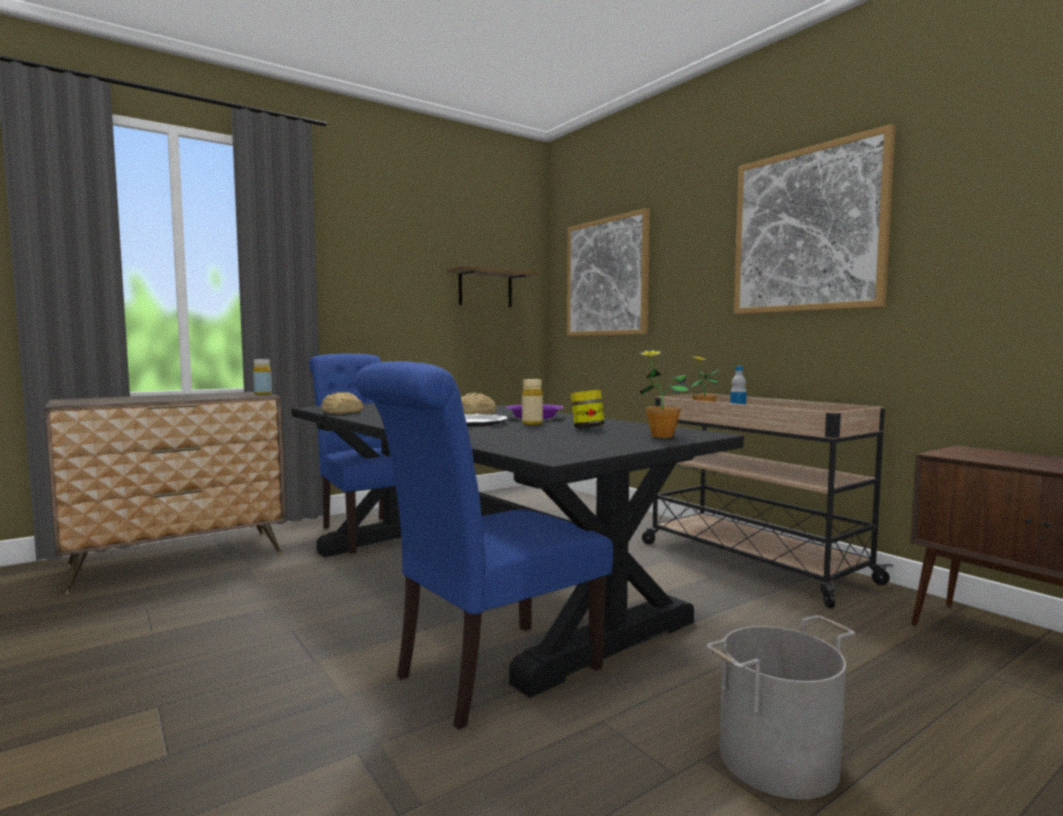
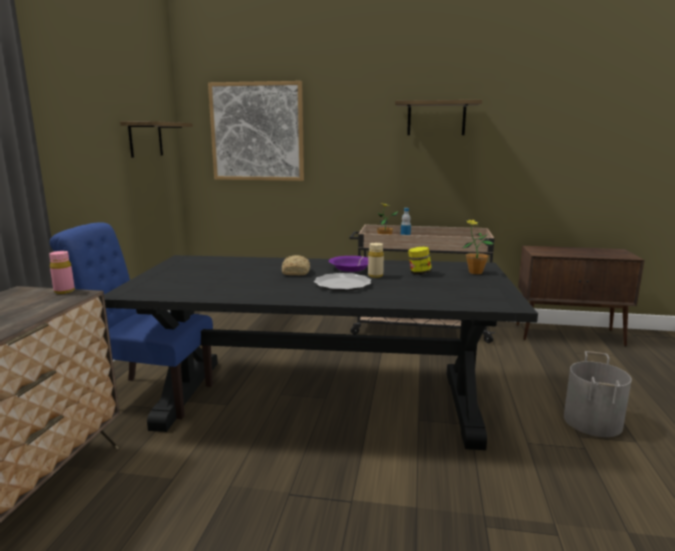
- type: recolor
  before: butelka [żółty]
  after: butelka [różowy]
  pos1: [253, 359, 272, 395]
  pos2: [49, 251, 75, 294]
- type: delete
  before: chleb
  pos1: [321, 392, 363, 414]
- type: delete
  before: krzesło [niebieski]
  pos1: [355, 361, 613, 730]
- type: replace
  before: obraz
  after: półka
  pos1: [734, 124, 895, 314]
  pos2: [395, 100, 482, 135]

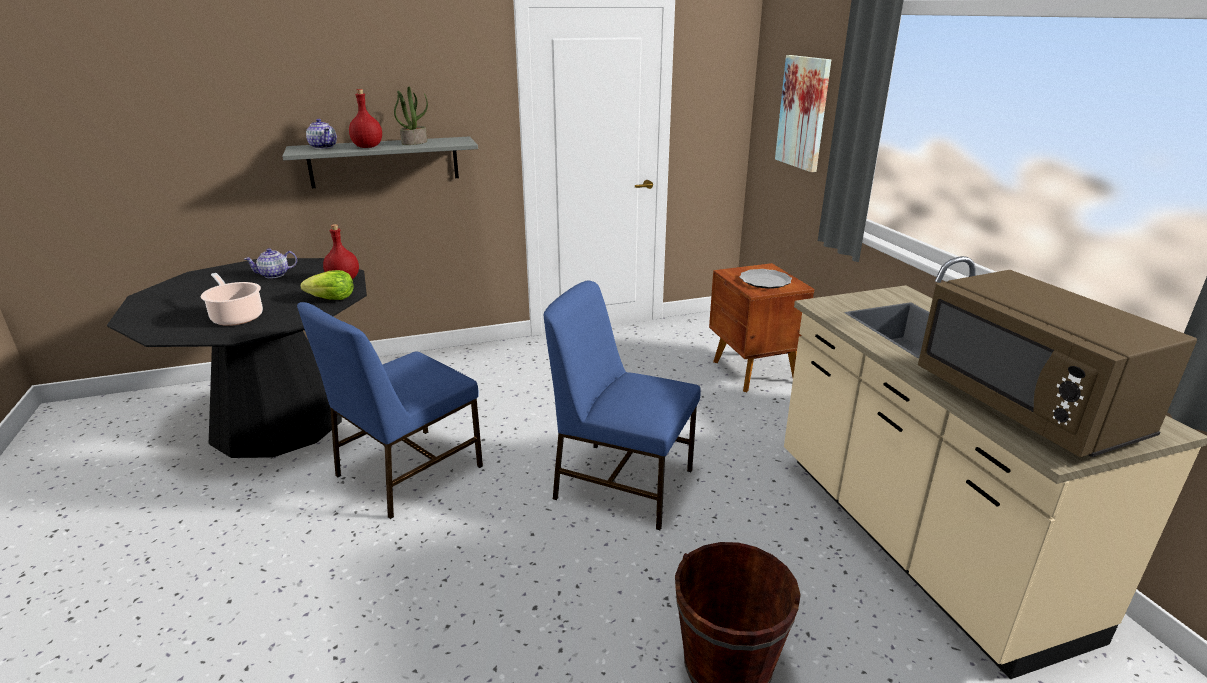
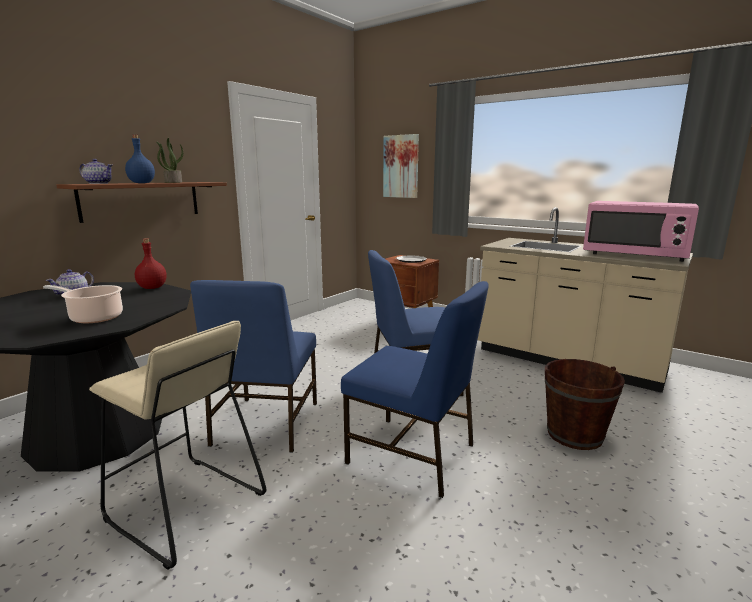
- type: recolor
  before: półka [szary]
  after: półka [brązowy]
  pos1: [282, 136, 478, 188]
  pos2: [56, 182, 227, 223]
- type: delete
  before: sałata
  pos1: [300, 270, 354, 300]
- type: recolor
  before: butelka [czerwony]
  after: butelka [niebieski]
  pos1: [349, 89, 382, 148]
  pos2: [125, 135, 155, 183]
- type: recolor
  before: mikrofalówka [brązowy]
  after: mikrofalówka [różowy]
  pos1: [918, 270, 1197, 457]
  pos2: [583, 201, 699, 262]
- type: insert
  after: stołek [beżowy]
  pos2: [89, 321, 266, 570]
- type: insert
  after: krzesło [niebieski]
  pos2: [341, 281, 488, 498]

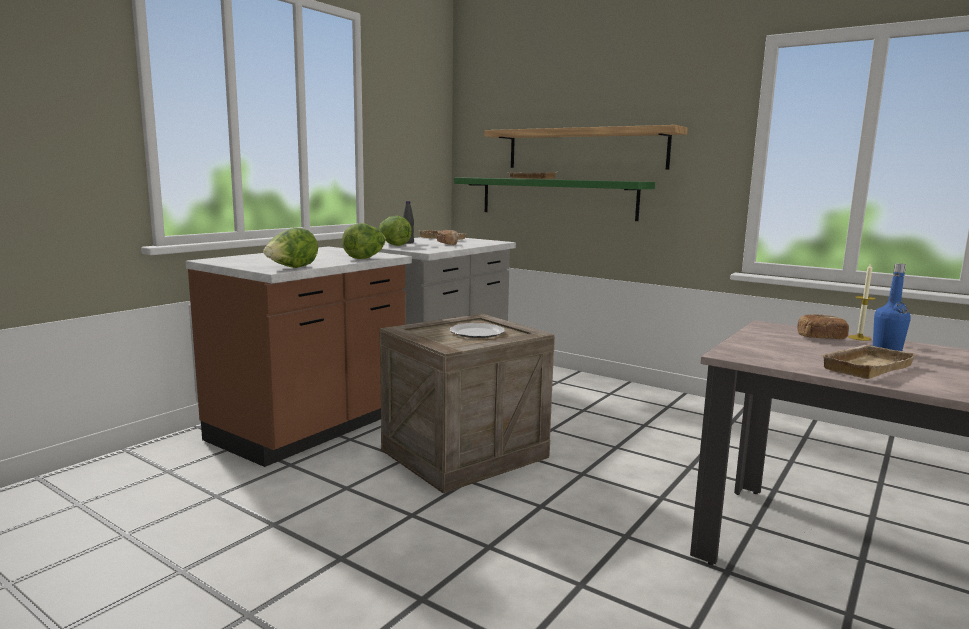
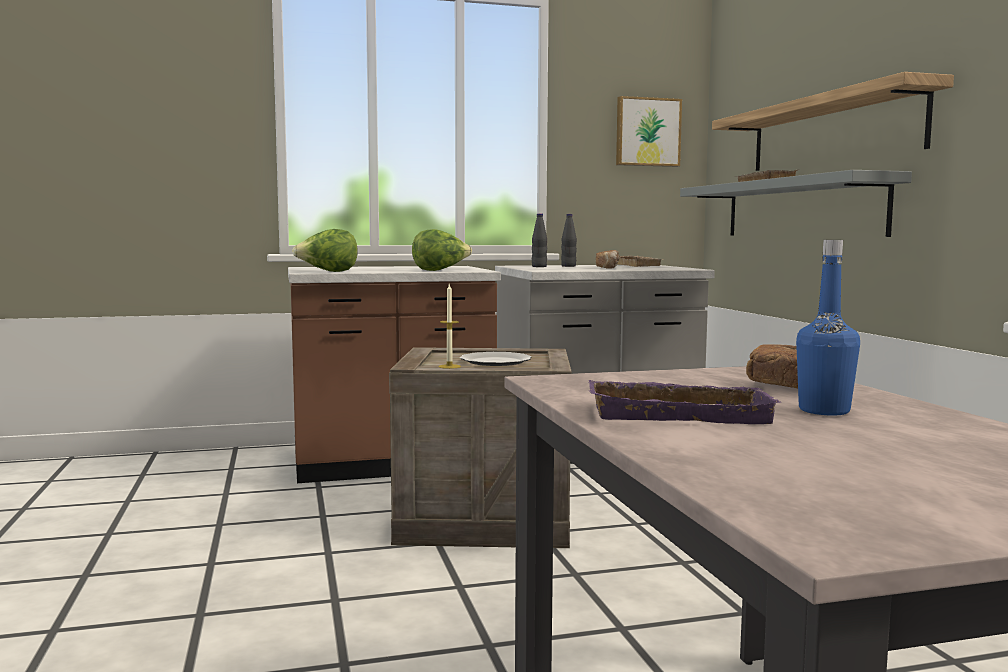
- type: replace
  before: sałata
  after: butelka [czarny]
  pos1: [379, 216, 412, 246]
  pos2: [532, 213, 547, 267]
- type: recolor
  before: półka [zielony]
  after: półka [szary]
  pos1: [454, 177, 655, 221]
  pos2: [680, 170, 912, 237]
- type: recolor
  before: taca [beżowy]
  after: taca [fioletowy]
  pos1: [819, 345, 917, 379]
  pos2: [589, 380, 781, 424]
- type: move
  before: świeca
  pos1: [848, 263, 876, 341]
  pos2: [438, 284, 461, 369]
- type: insert
  after: obraz
  pos2: [616, 96, 682, 167]

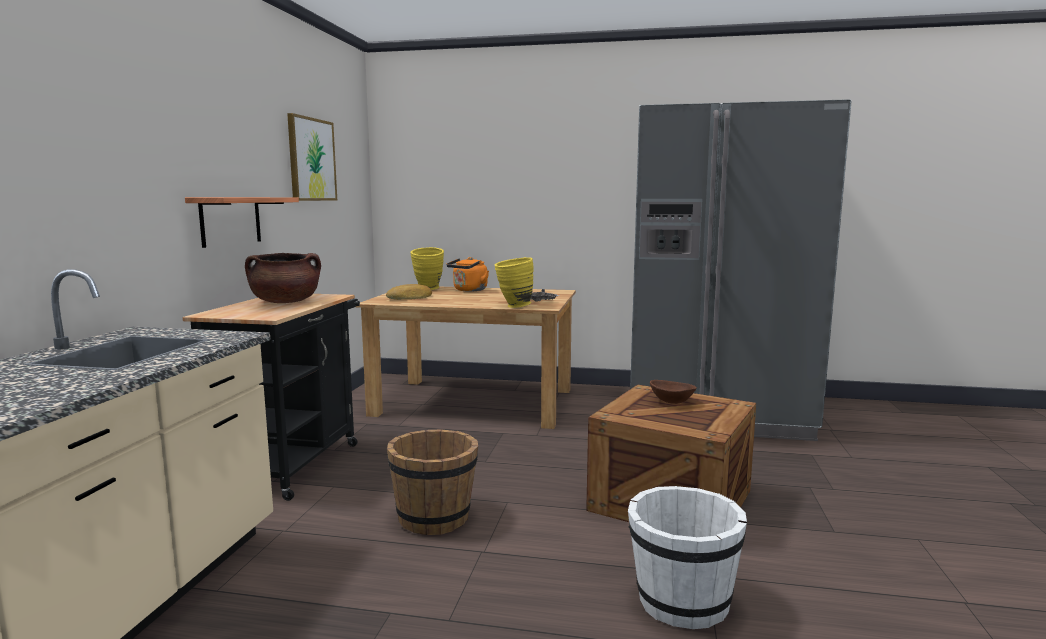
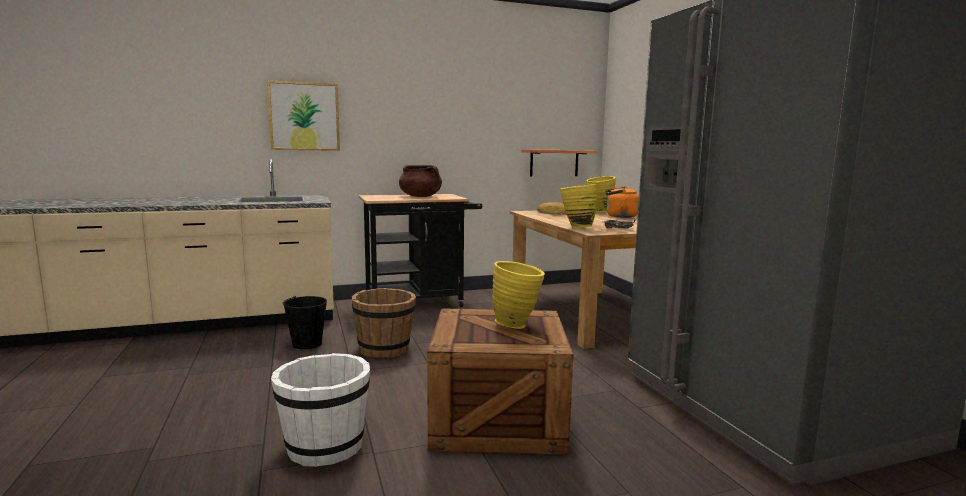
- type: move
  before: półka
  pos1: [185, 197, 299, 248]
  pos2: [522, 149, 598, 177]
- type: move
  before: obraz
  pos1: [287, 113, 337, 201]
  pos2: [267, 80, 340, 151]
- type: replace
  before: miska [brązowy]
  after: wazon [żółty]
  pos1: [650, 380, 697, 404]
  pos2: [492, 261, 545, 329]
- type: insert
  after: wiadro [czarny]
  pos2: [283, 296, 327, 349]

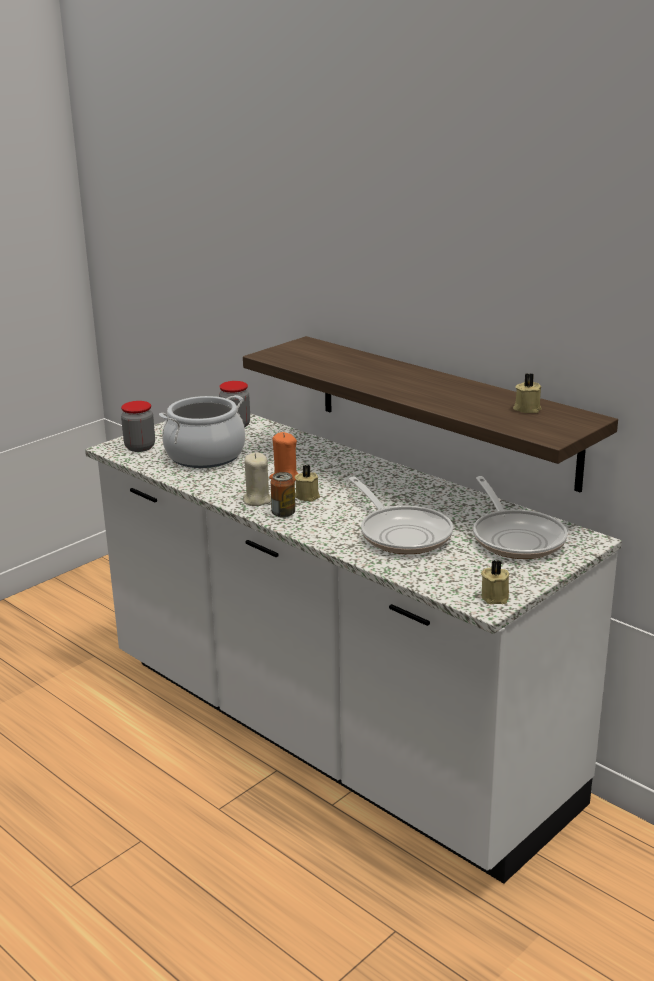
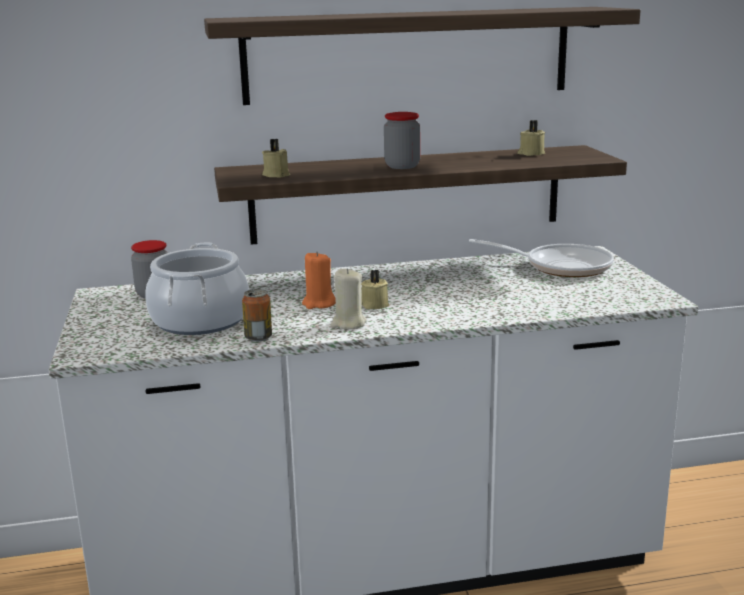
- type: move
  before: słoik
  pos1: [121, 401, 155, 452]
  pos2: [384, 112, 421, 169]
- type: move
  before: puszka
  pos1: [271, 472, 295, 518]
  pos2: [242, 289, 272, 342]
- type: delete
  before: patelnia
  pos1: [349, 477, 453, 554]
- type: move
  before: świeca [beżowy]
  pos1: [481, 560, 509, 604]
  pos2: [262, 139, 290, 178]
- type: insert
  after: półka
  pos2: [204, 7, 641, 105]

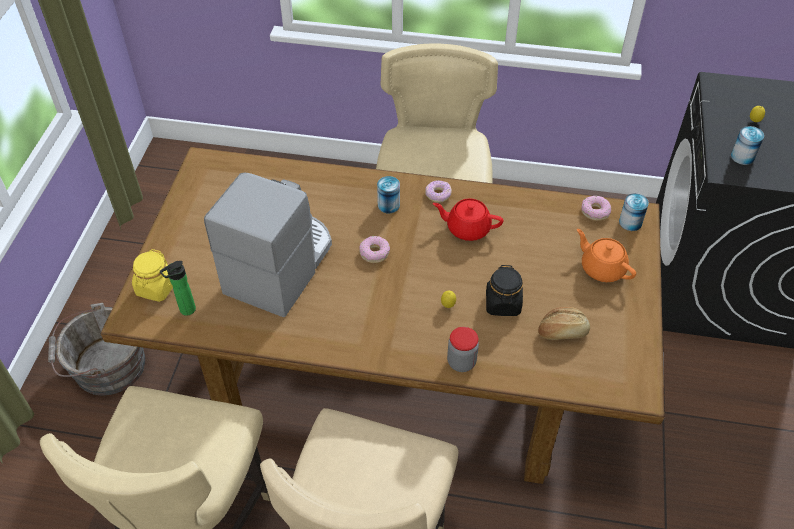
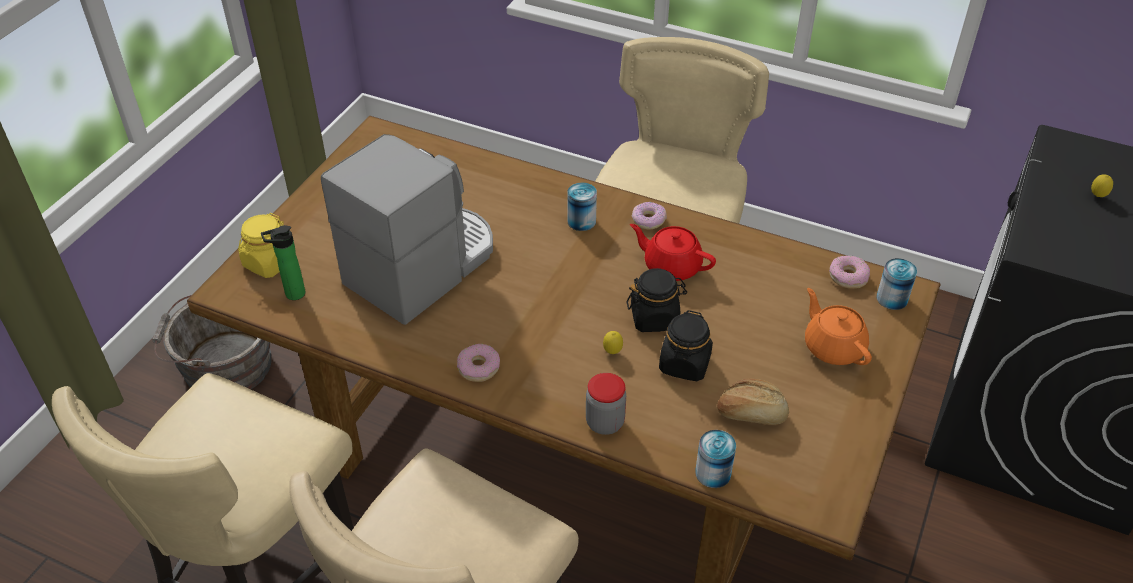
- type: move
  before: donut
  pos1: [359, 236, 390, 263]
  pos2: [457, 344, 500, 382]
- type: move
  before: puszka
  pos1: [731, 126, 764, 165]
  pos2: [695, 430, 736, 488]
- type: insert
  after: słoik [czarny]
  pos2: [627, 268, 687, 332]

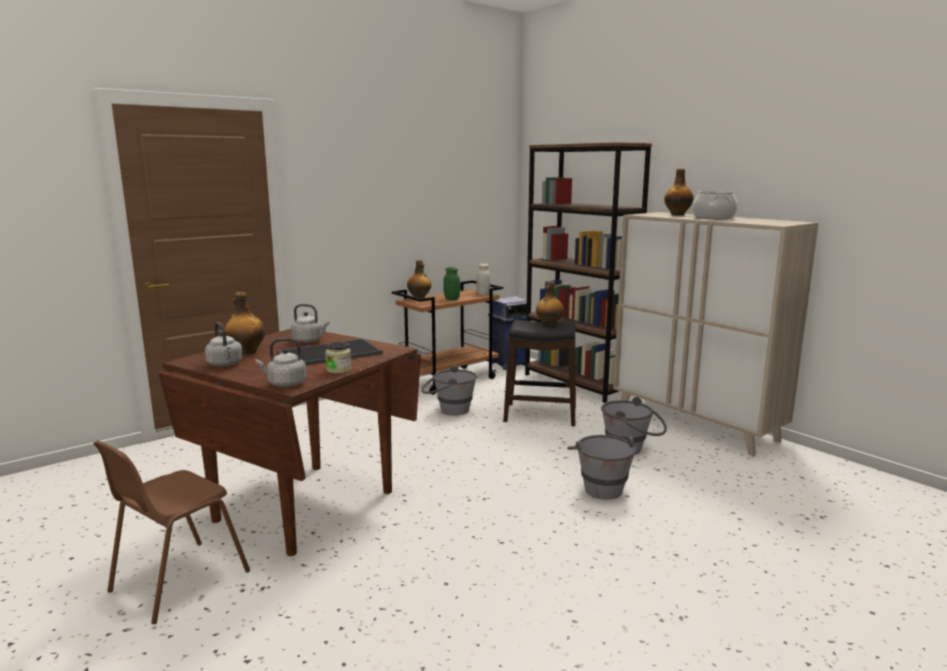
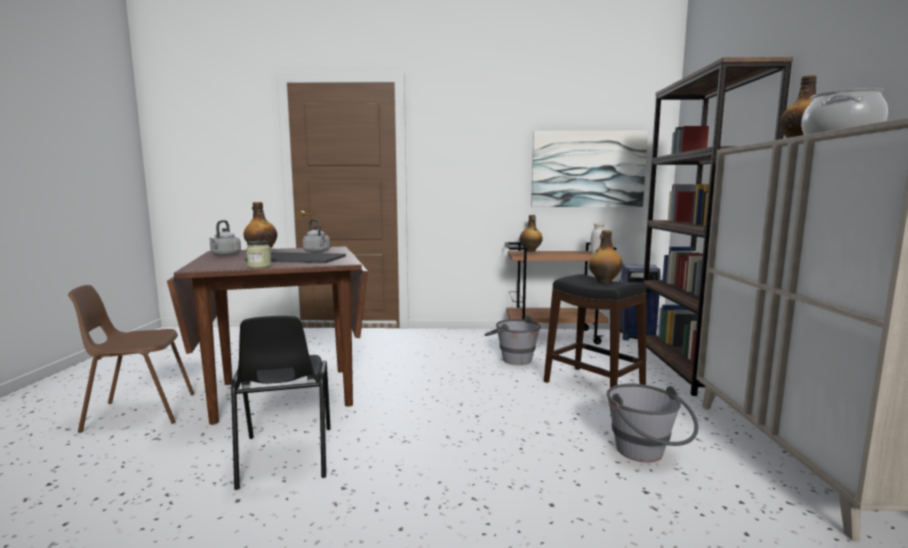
- type: delete
  before: czajnik [szary]
  pos1: [256, 338, 307, 387]
- type: delete
  before: słoik [zielony]
  pos1: [443, 267, 460, 300]
- type: delete
  before: wiadro [szary]
  pos1: [567, 435, 636, 499]
- type: insert
  after: krzesło [czarny]
  pos2: [231, 316, 331, 490]
- type: insert
  after: obraz
  pos2: [531, 131, 648, 207]

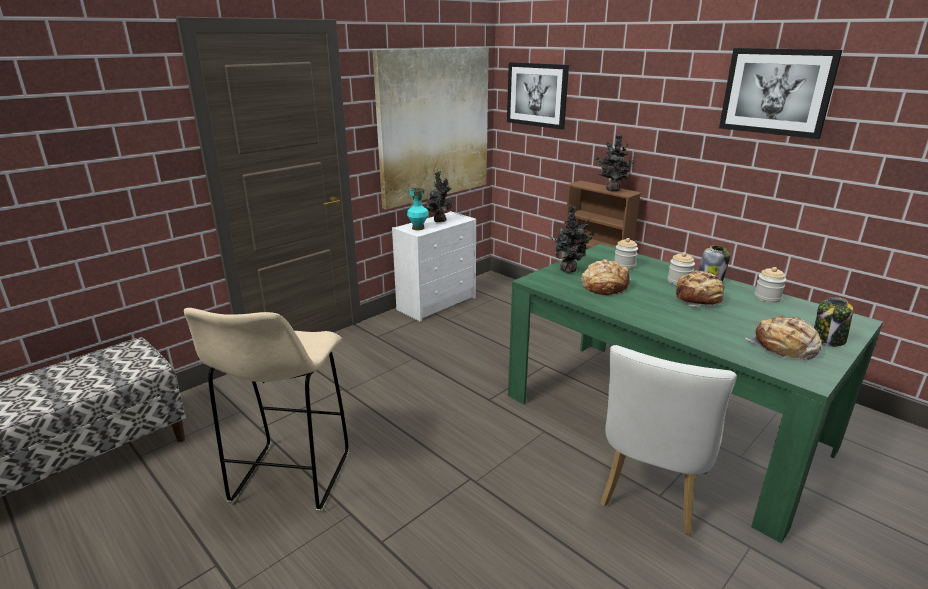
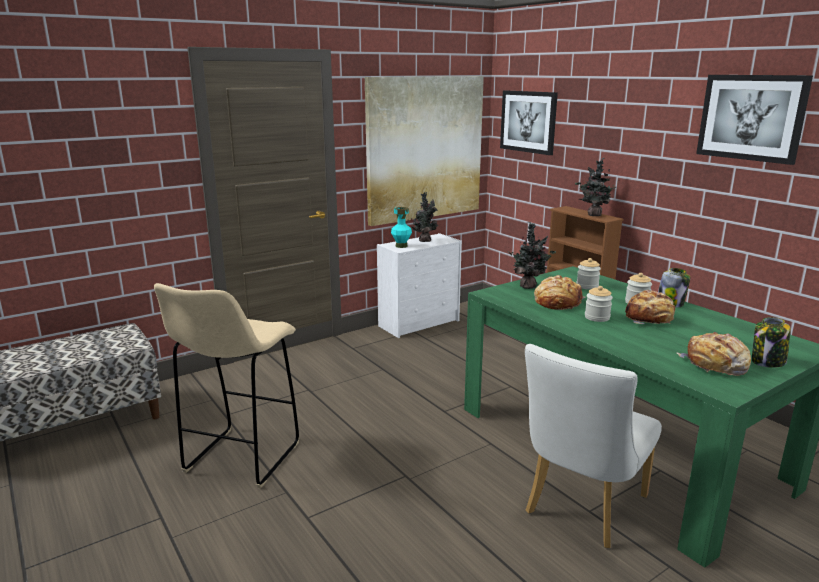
- type: move
  before: słoik
  pos1: [755, 267, 786, 303]
  pos2: [585, 286, 613, 322]

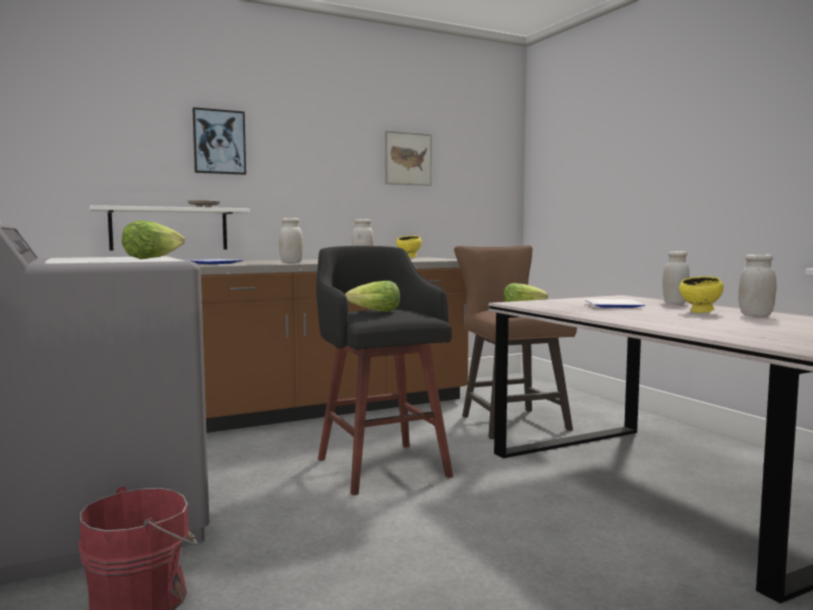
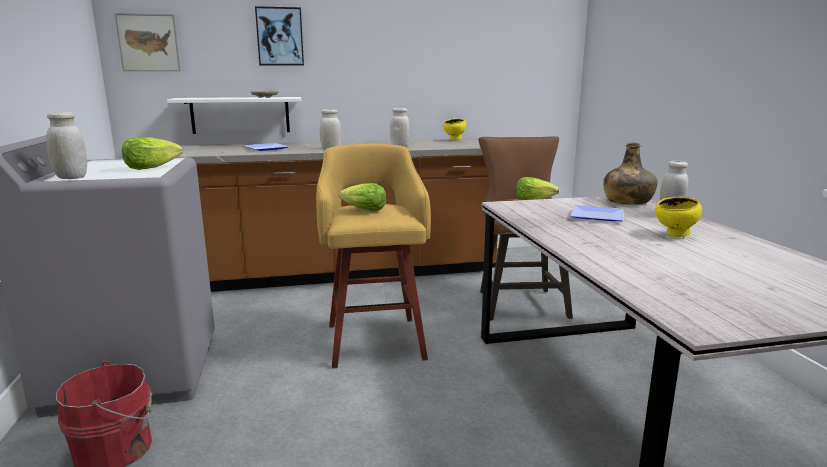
- type: recolor
  before: stołek [czarny]
  after: stołek [żółty]
  pos1: [316, 246, 453, 495]
  pos2: [316, 144, 431, 369]
- type: move
  before: obraz
  pos1: [385, 131, 432, 186]
  pos2: [115, 13, 181, 71]
- type: move
  before: słoik [biały]
  pos1: [738, 254, 777, 316]
  pos2: [46, 112, 87, 179]
- type: insert
  after: butelka [zielony]
  pos2: [603, 143, 658, 205]

